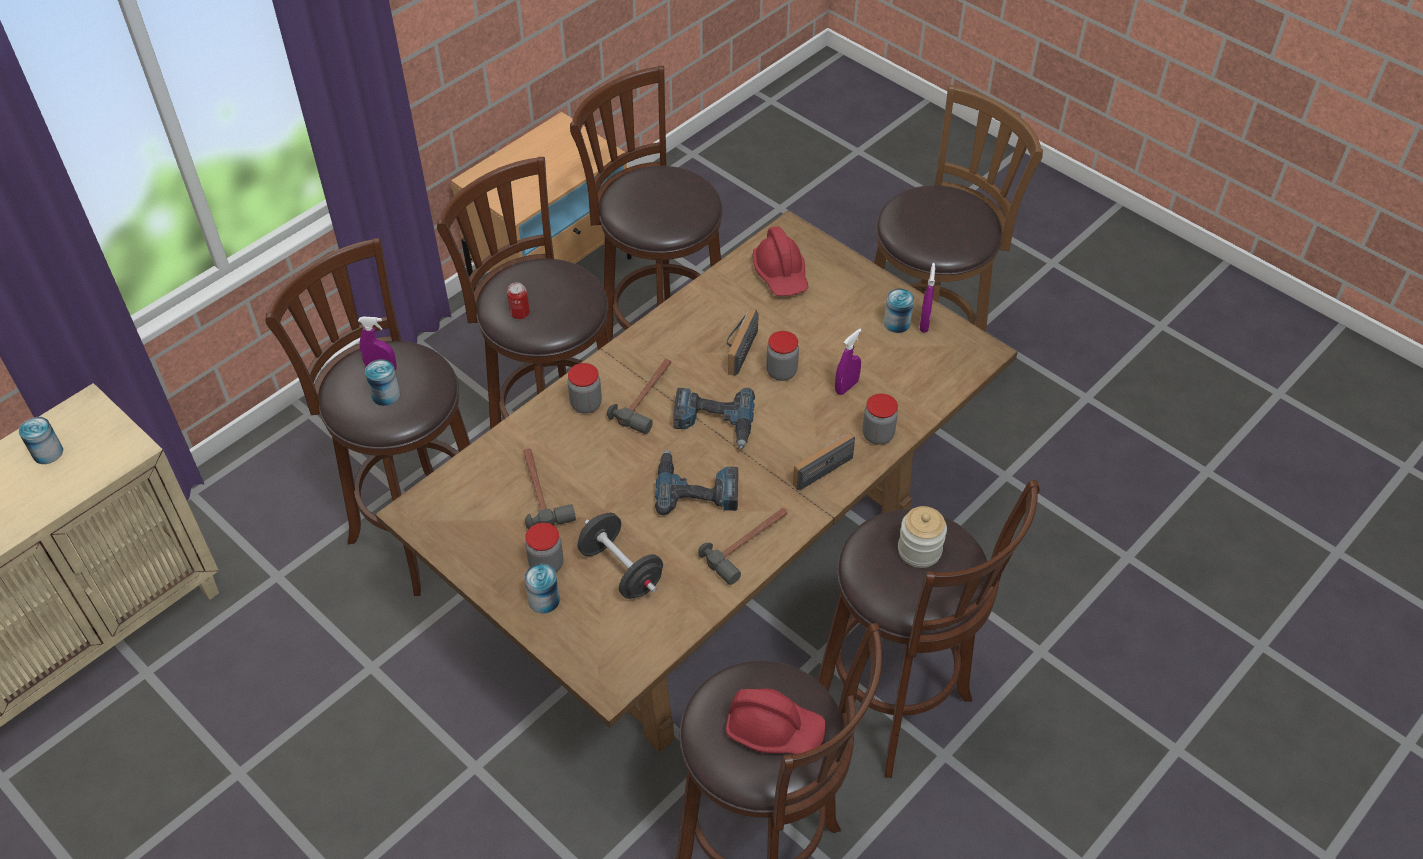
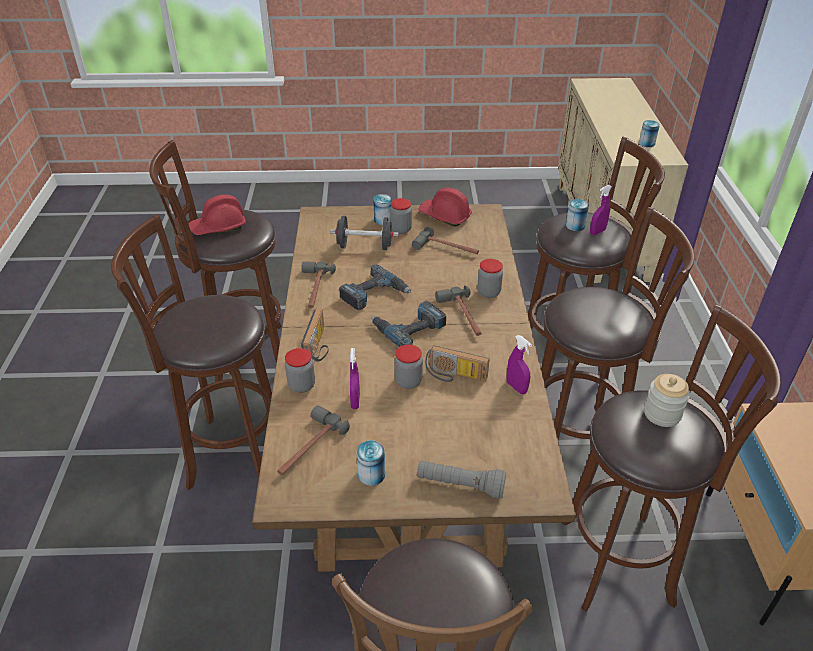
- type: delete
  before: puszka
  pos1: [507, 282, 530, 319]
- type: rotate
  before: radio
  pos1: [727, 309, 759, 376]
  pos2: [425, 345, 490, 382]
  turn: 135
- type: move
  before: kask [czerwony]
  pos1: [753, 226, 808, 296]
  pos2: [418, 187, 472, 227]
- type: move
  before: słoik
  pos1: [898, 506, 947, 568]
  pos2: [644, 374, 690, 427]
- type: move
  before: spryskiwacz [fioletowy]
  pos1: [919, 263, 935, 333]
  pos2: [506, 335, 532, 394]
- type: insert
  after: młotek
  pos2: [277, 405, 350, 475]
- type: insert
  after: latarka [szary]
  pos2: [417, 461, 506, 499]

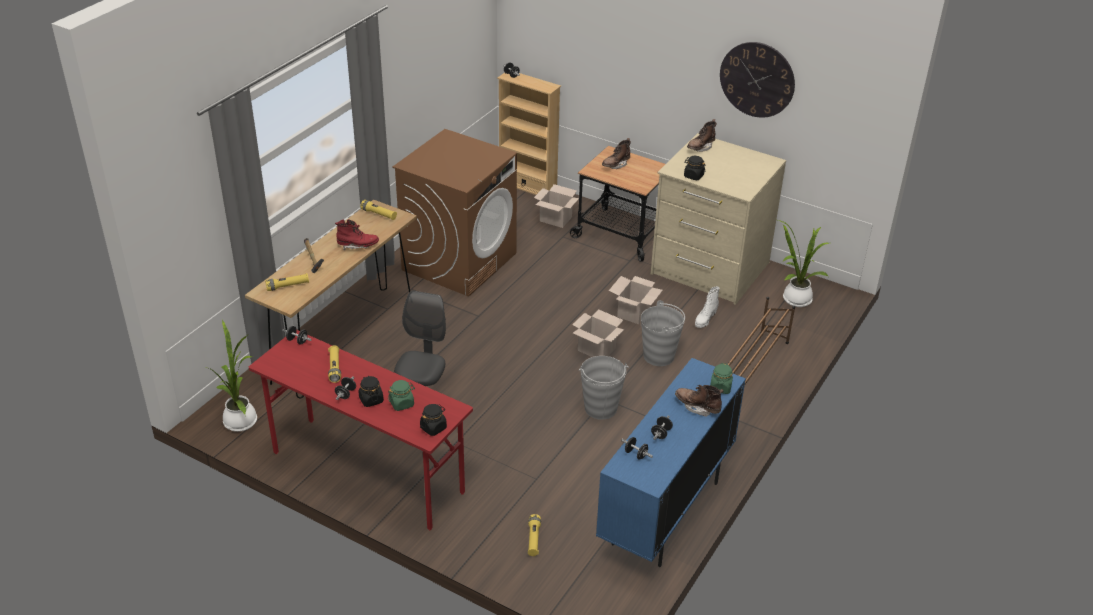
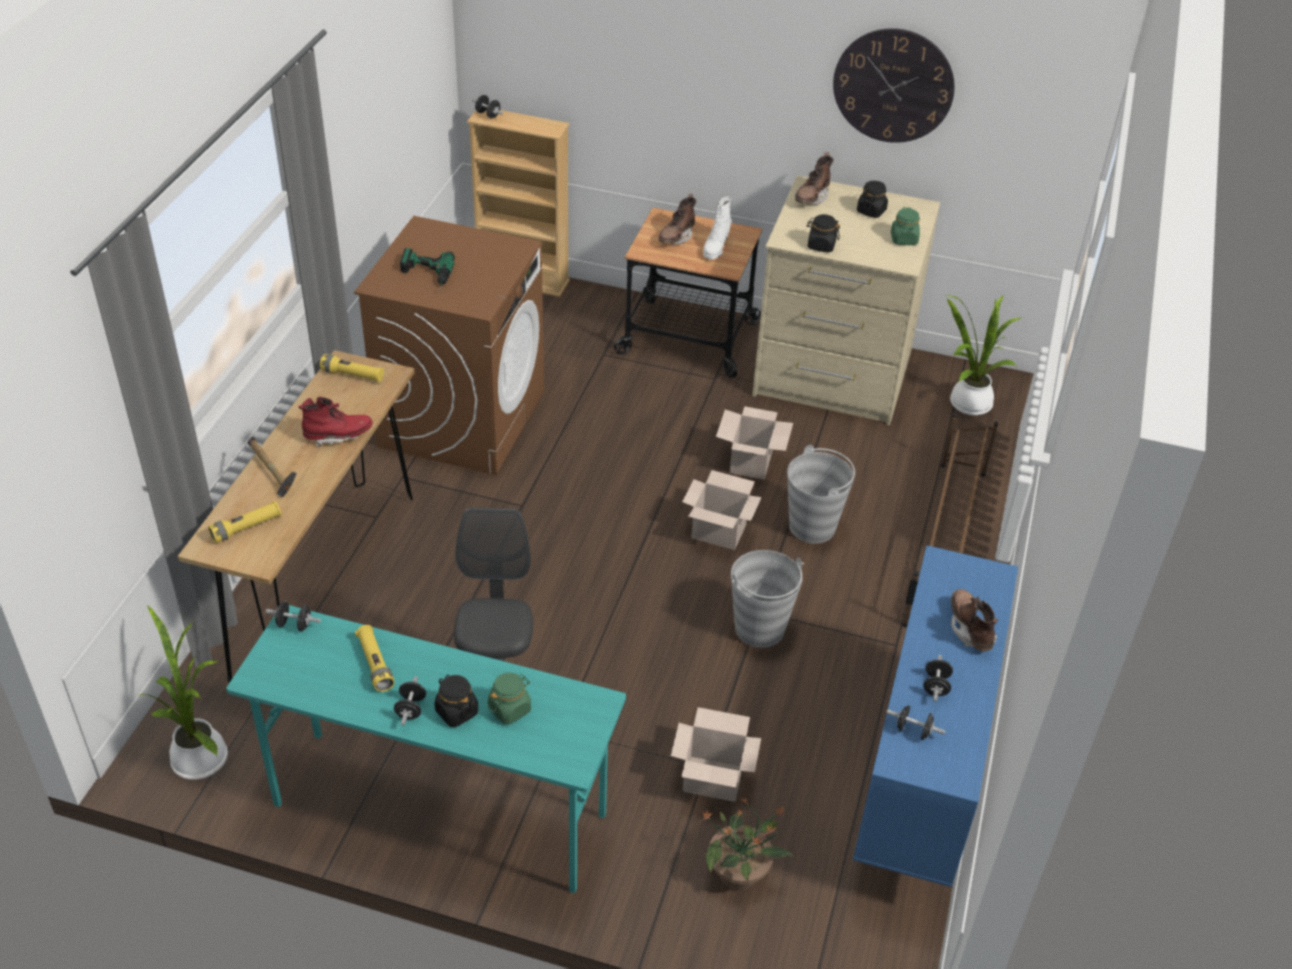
- type: recolor
  before: biurko [czerwony]
  after: biurko [turkusowy]
  pos1: [249, 330, 473, 530]
  pos2: [226, 605, 626, 893]
- type: move
  before: słoik [czarny]
  pos1: [420, 404, 447, 436]
  pos2: [857, 181, 888, 218]
- type: replace
  before: latarka [żółty]
  after: roślina doniczkowa
  pos1: [528, 514, 541, 556]
  pos2: [699, 798, 793, 890]
- type: move
  before: karton
  pos1: [534, 184, 579, 228]
  pos2: [671, 707, 761, 802]
- type: rotate
  before: but z cholewką [brązowy]
  pos1: [675, 385, 724, 417]
  pos2: [951, 589, 998, 651]
  turn: 60
- type: move
  before: but z cholewką [biały]
  pos1: [695, 286, 720, 328]
  pos2: [703, 197, 731, 260]
- type: move
  before: słoik [zielony]
  pos1: [710, 363, 733, 394]
  pos2: [891, 207, 920, 245]
- type: insert
  after: wiertarka
  pos2: [400, 248, 455, 290]

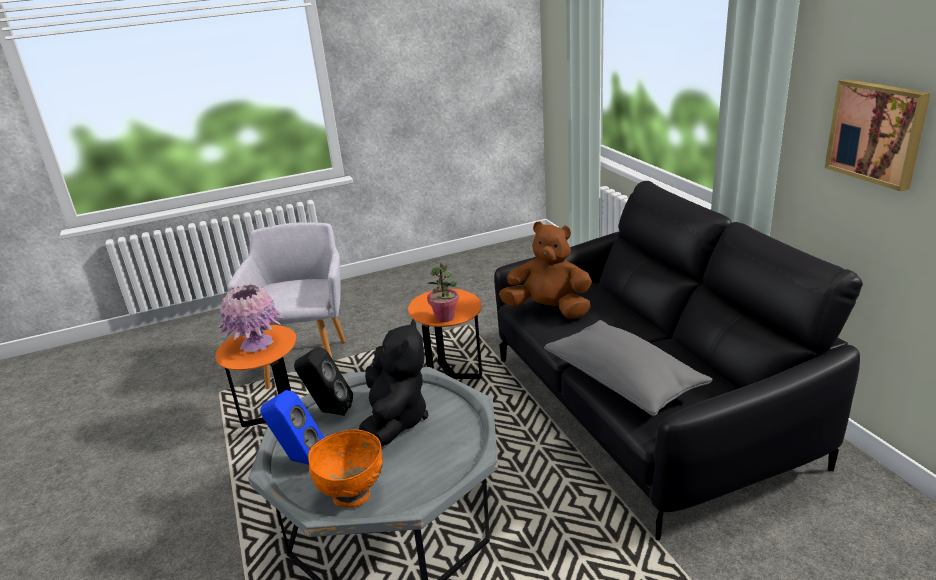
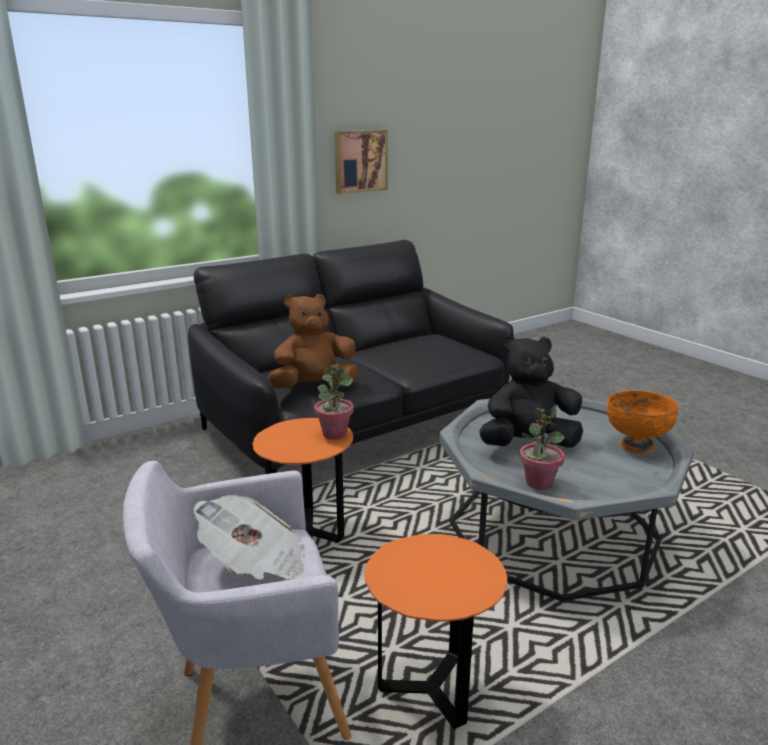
- type: delete
  before: wazon [różowy]
  pos1: [218, 284, 284, 353]
- type: delete
  before: głośnik [niebieski]
  pos1: [260, 390, 325, 465]
- type: replace
  before: głośnik [czarny]
  after: roślina doniczkowa
  pos1: [294, 347, 353, 416]
  pos2: [520, 405, 565, 490]
- type: rotate
  before: pluszak [brązowy]
  pos1: [499, 221, 592, 319]
  pos2: [268, 294, 359, 388]
  turn: 60
- type: delete
  before: poduszka [szary]
  pos1: [544, 320, 713, 416]
- type: insert
  after: gazeta
  pos2: [193, 495, 305, 580]

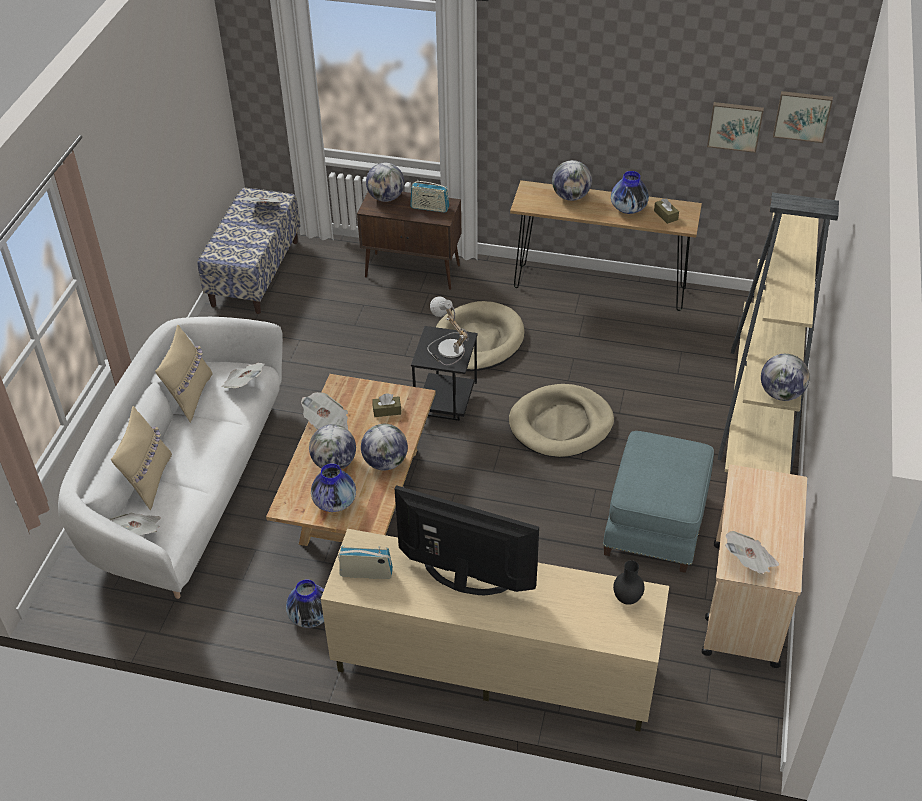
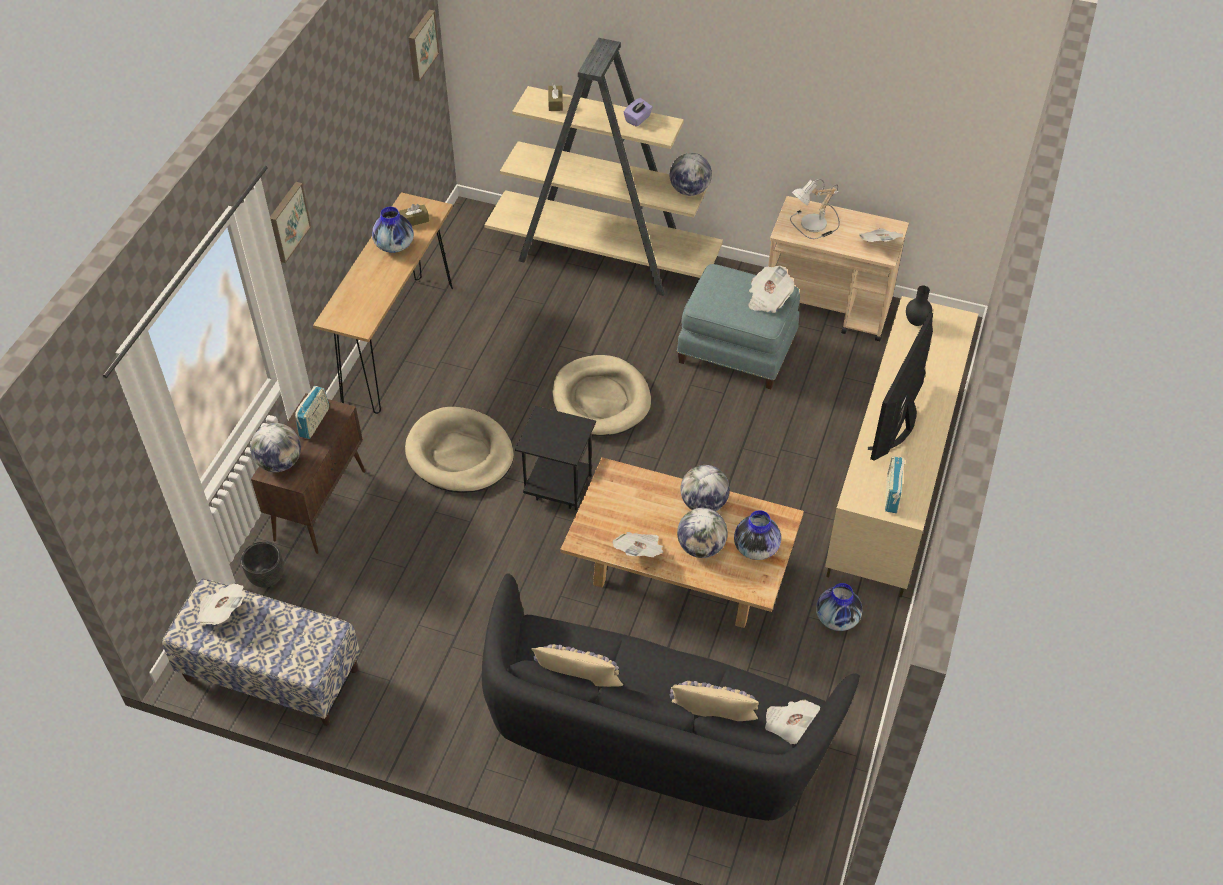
- type: recolor
  before: kanapa [biały]
  after: kanapa [czarny]
  pos1: [58, 317, 283, 599]
  pos2: [482, 573, 860, 821]
- type: move
  before: gazeta
  pos1: [222, 363, 265, 388]
  pos2: [748, 266, 794, 313]
- type: move
  before: pudełko chusteczek [brązowy]
  pos1: [372, 393, 401, 417]
  pos2: [548, 84, 563, 111]
- type: move
  before: lampa stołowa
  pos1: [427, 297, 468, 365]
  pos2: [790, 179, 840, 239]
- type: delete
  before: globus
  pos1: [552, 160, 592, 201]
- type: move
  before: obraz
  pos1: [707, 102, 764, 153]
  pos2: [270, 182, 311, 263]
- type: insert
  after: donica [czarny]
  pos2: [241, 541, 284, 588]
- type: insert
  after: pudełko chusteczek [fioletowy]
  pos2: [624, 98, 653, 127]

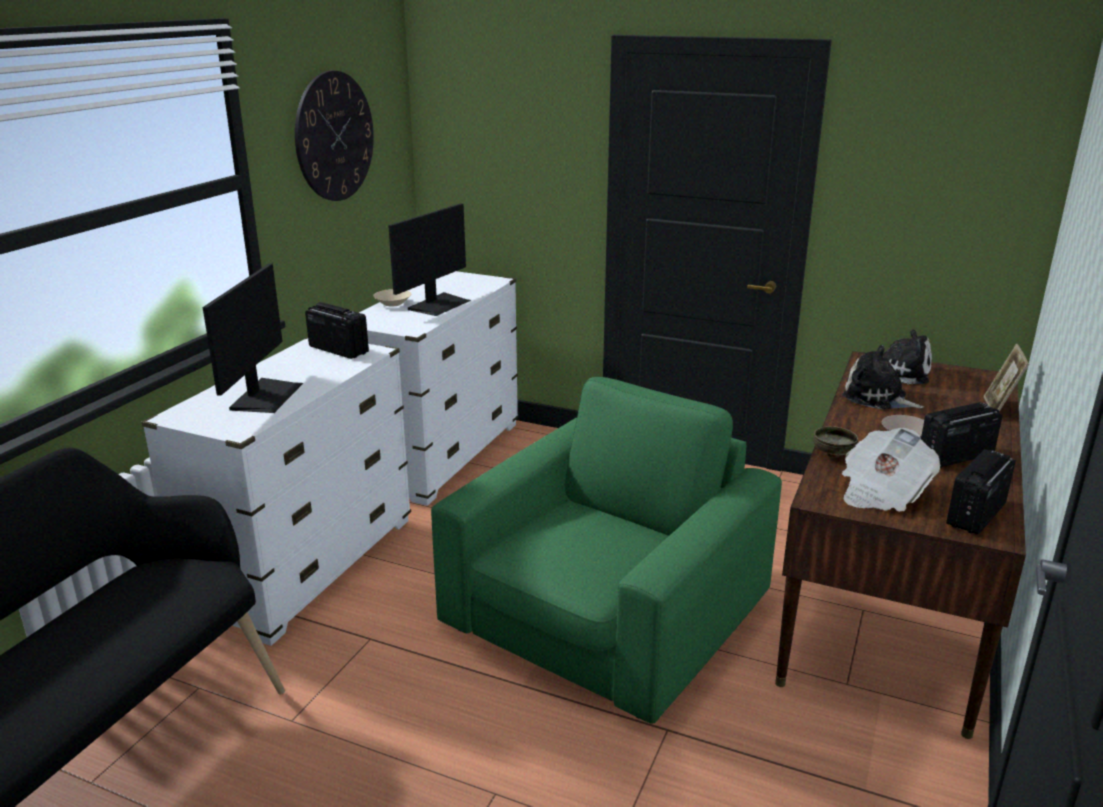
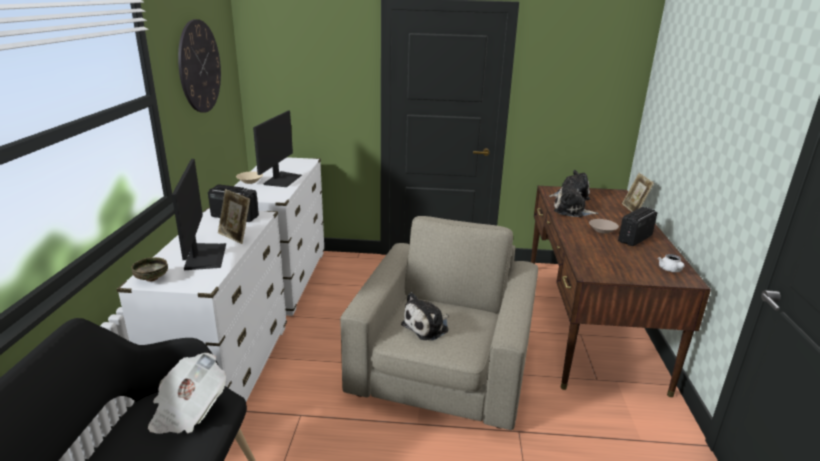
- type: recolor
  before: fotel [zielony]
  after: fotel [beżowy]
  pos1: [431, 377, 782, 724]
  pos2: [340, 216, 538, 430]
- type: move
  before: miska
  pos1: [813, 426, 858, 457]
  pos2: [132, 257, 168, 282]
- type: move
  before: gazeta
  pos1: [842, 428, 941, 512]
  pos2: [148, 353, 226, 434]
- type: replace
  before: radio
  after: imbryk [biały]
  pos1: [946, 449, 1016, 535]
  pos2: [658, 254, 685, 272]
- type: insert
  after: ramka na zdjęcie
  pos2: [218, 189, 250, 244]
- type: insert
  after: pluszak
  pos2: [401, 292, 449, 341]

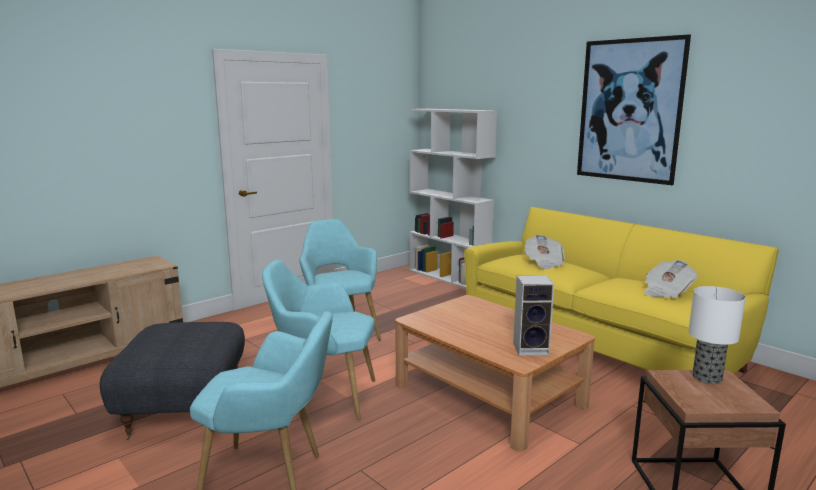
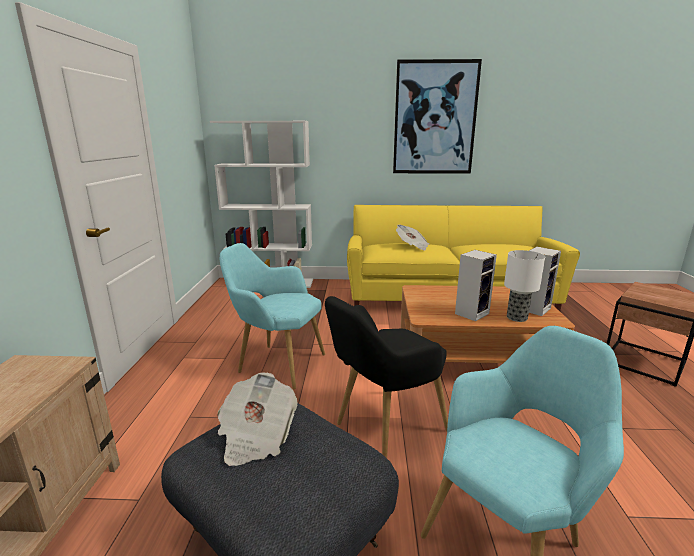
- type: recolor
  before: fotel [turkusowy]
  after: fotel [czarny]
  pos1: [262, 260, 375, 420]
  pos2: [325, 296, 448, 458]
- type: move
  before: gazeta
  pos1: [644, 260, 698, 298]
  pos2: [217, 372, 298, 466]
- type: move
  before: lampa stołowa
  pos1: [688, 286, 746, 384]
  pos2: [504, 250, 545, 322]
- type: insert
  after: głośnik
  pos2: [455, 250, 497, 321]

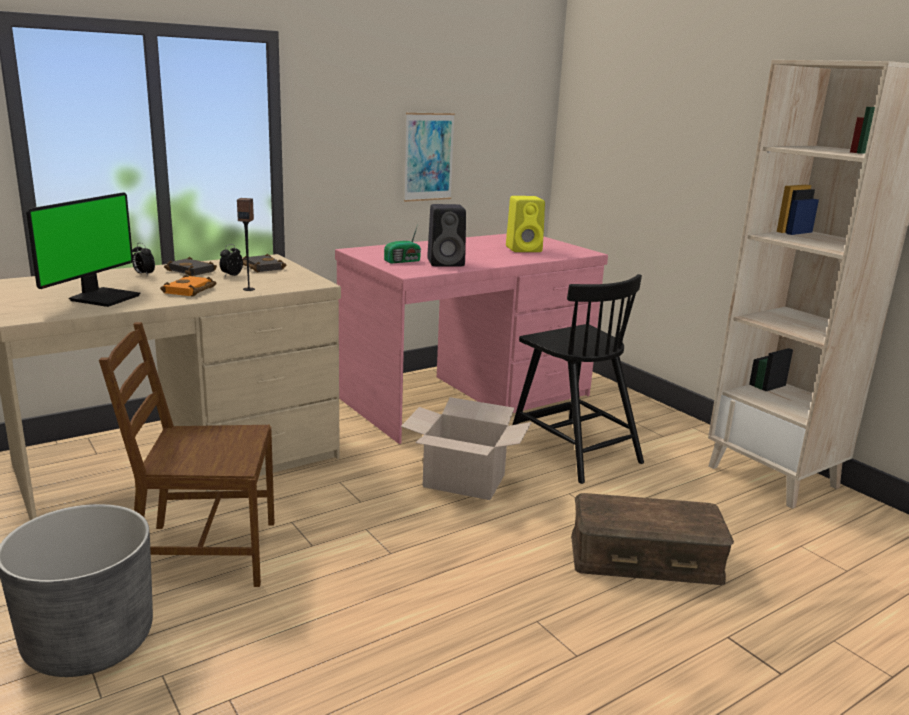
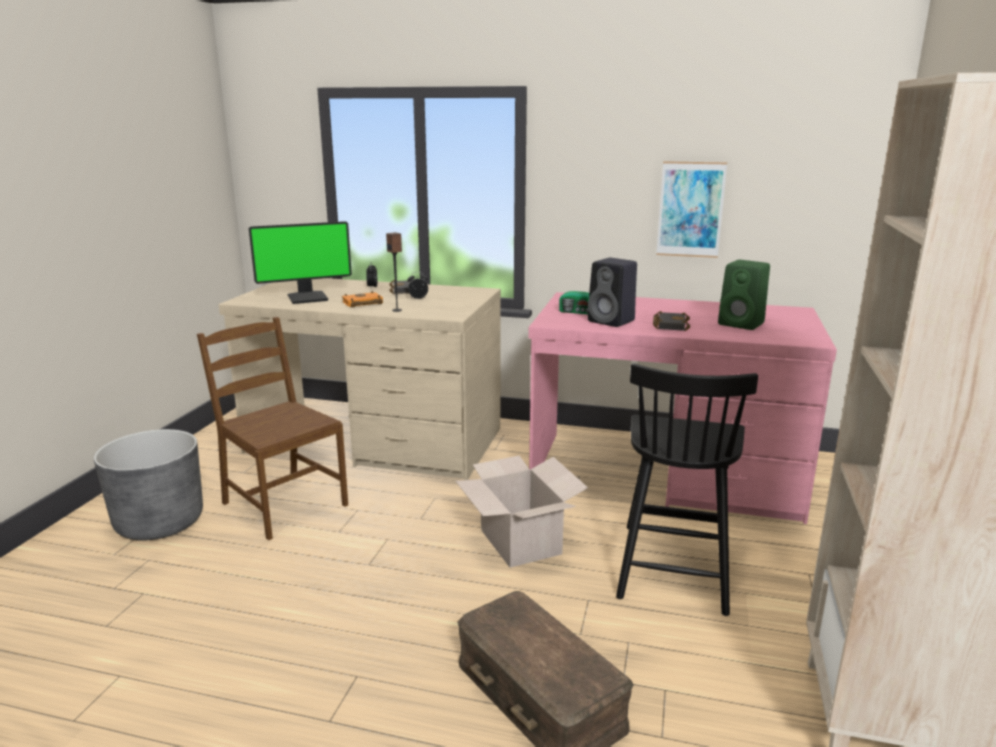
- type: move
  before: książka [czarny]
  pos1: [243, 254, 286, 272]
  pos2: [653, 311, 690, 331]
- type: recolor
  before: głośnik [żółty]
  after: głośnik [zielony]
  pos1: [506, 196, 545, 252]
  pos2: [718, 260, 770, 330]

